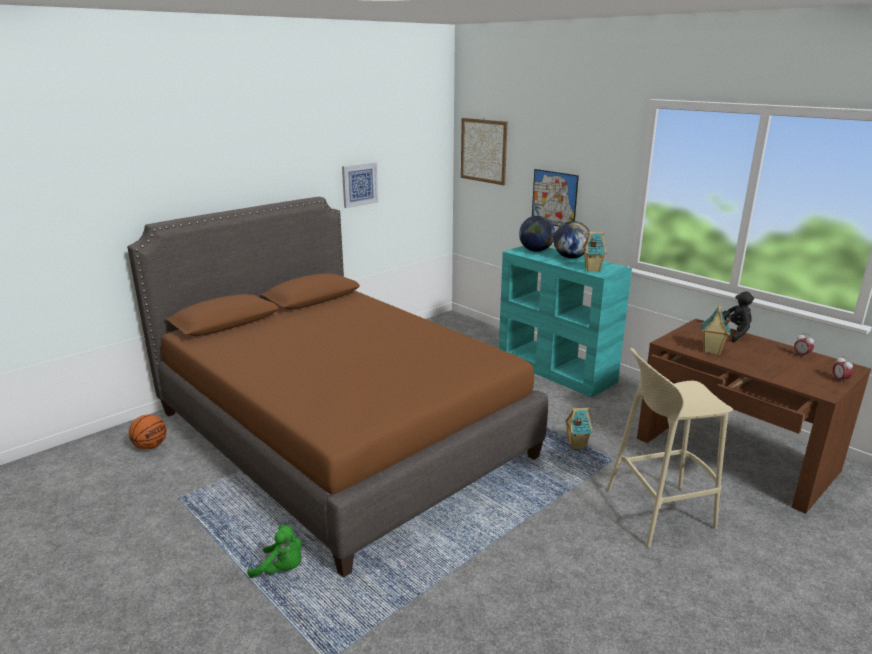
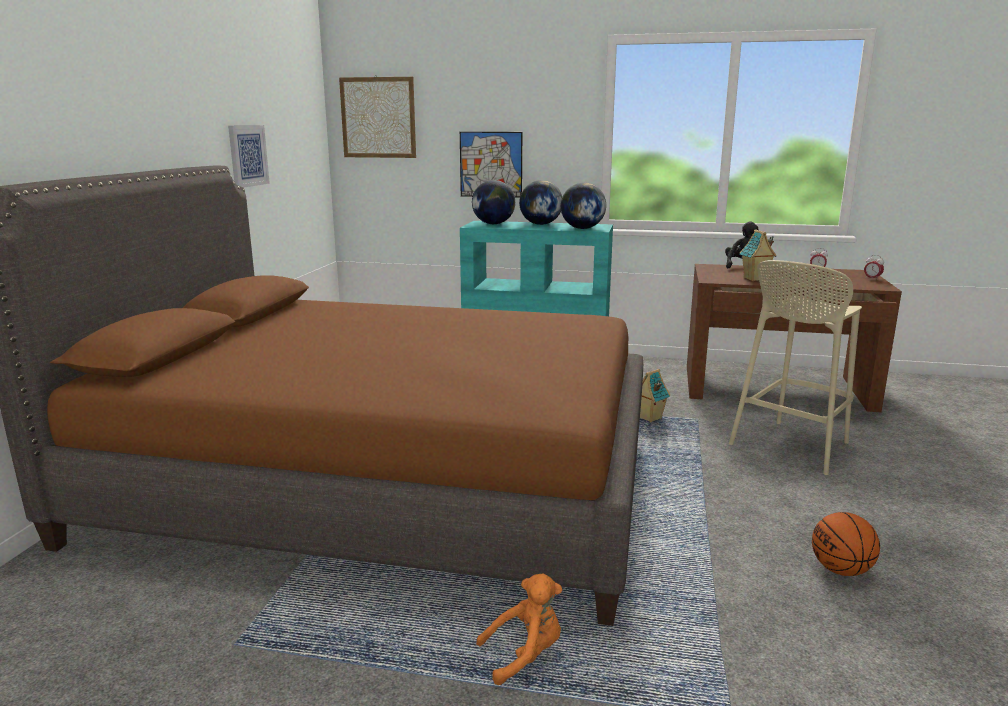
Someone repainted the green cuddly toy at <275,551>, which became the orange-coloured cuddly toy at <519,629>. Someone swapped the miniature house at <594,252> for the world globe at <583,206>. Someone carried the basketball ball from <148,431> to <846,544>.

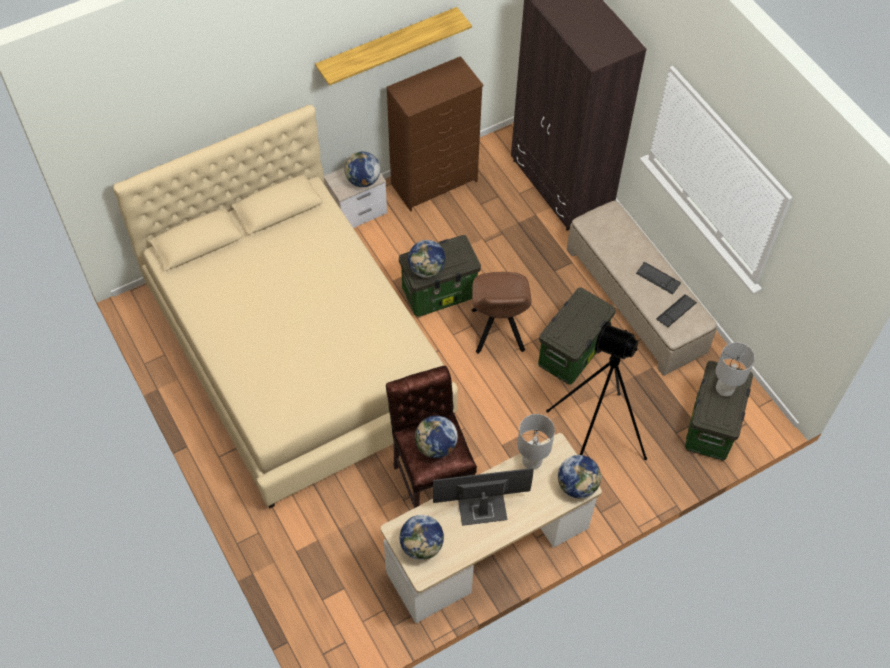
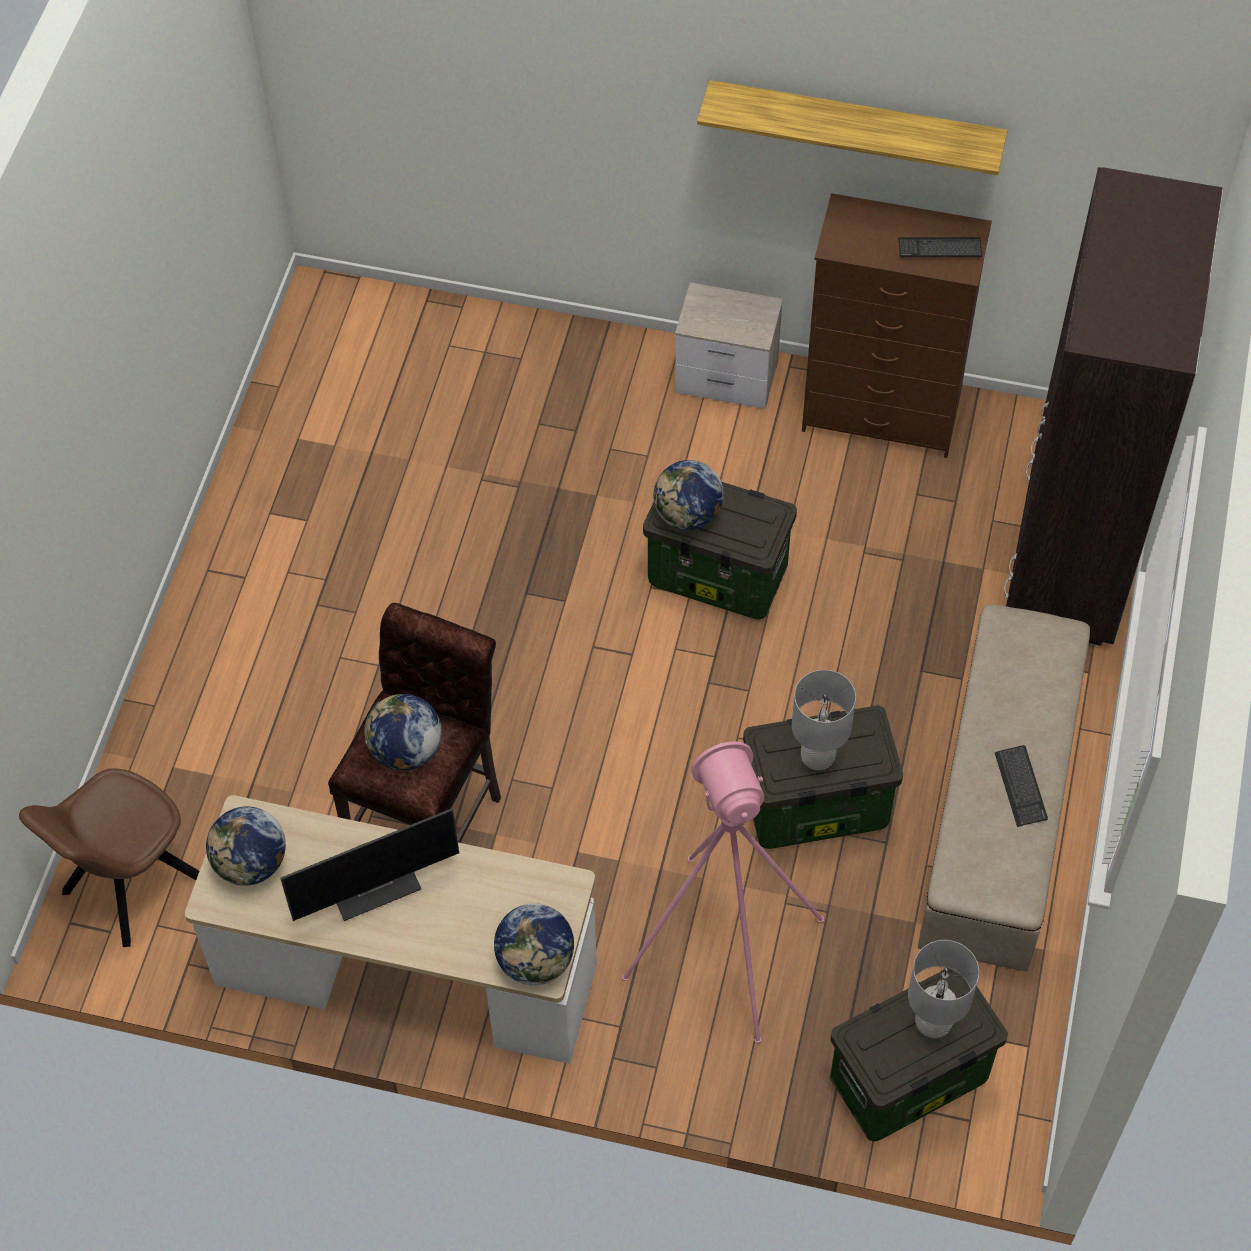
Someone carried the brown chair from <501,313> to <109,857>. Someone rotated the computer display at <483,497> by 120 degrees clockwise. Someone repainted the black-coloured floor lamp at <596,390>, which became the pink-coloured floor lamp at <723,892>. Someone carried the grey lamp for a table from <536,441> to <824,720>. Someone carried the keyboard from <676,311> to <940,247>. Someone took away the beige bed at <285,306>. Someone took away the world globe at <362,169>.

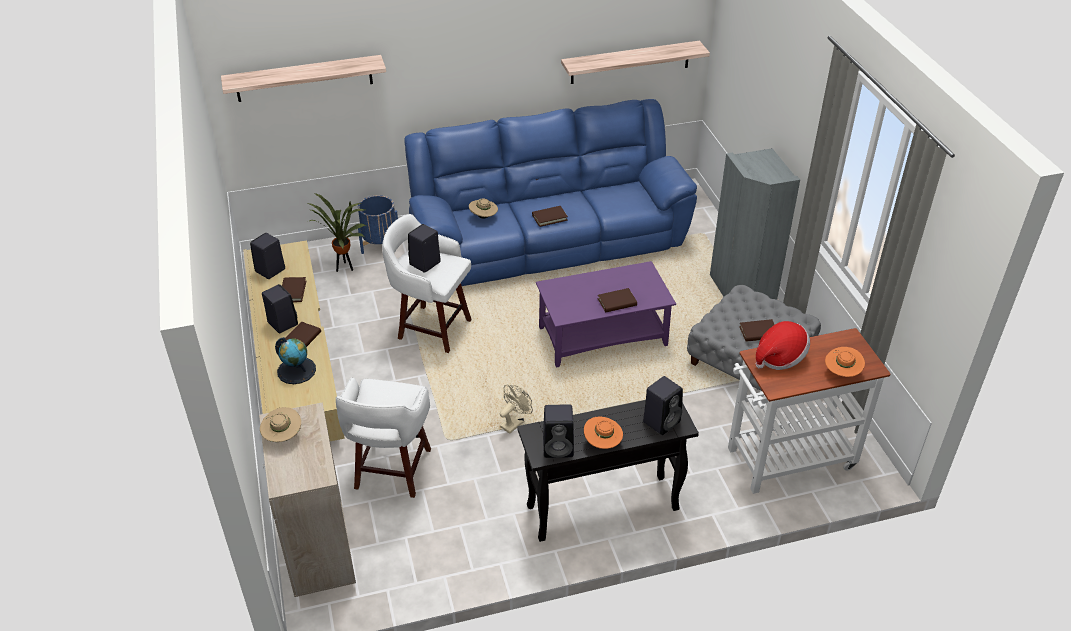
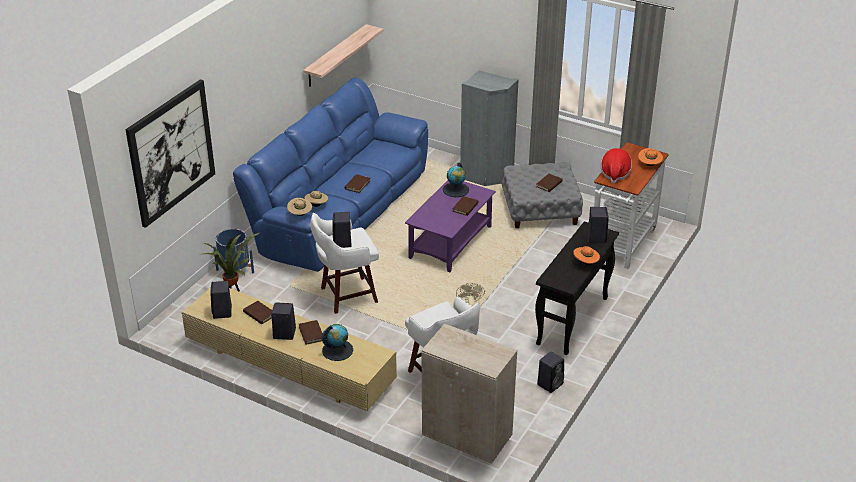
Someone swapped the bracket shelf at <303,78> for the wall picture at <170,153>. Someone carried the beige hat from <280,424> to <299,207>. Someone put down the world globe at <456,180>. Someone carried the black-coloured audio speaker from <558,431> to <550,372>.

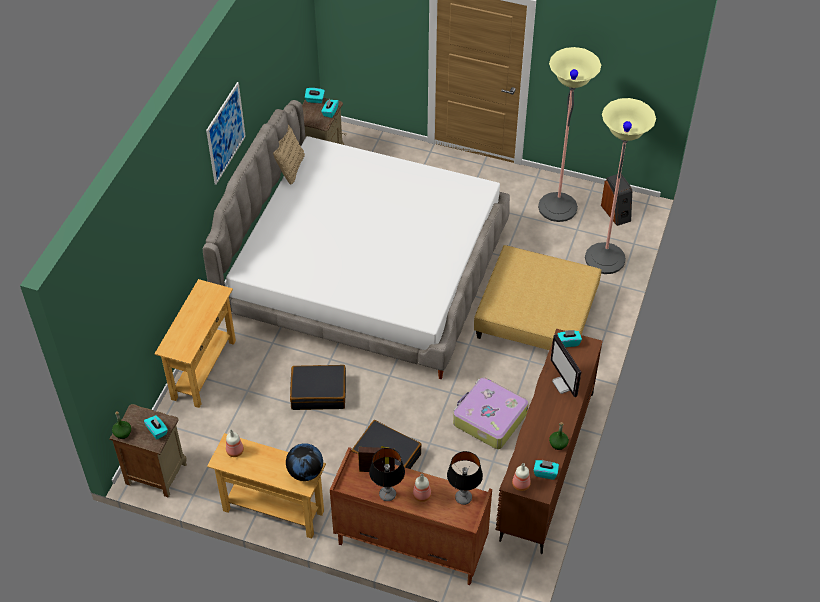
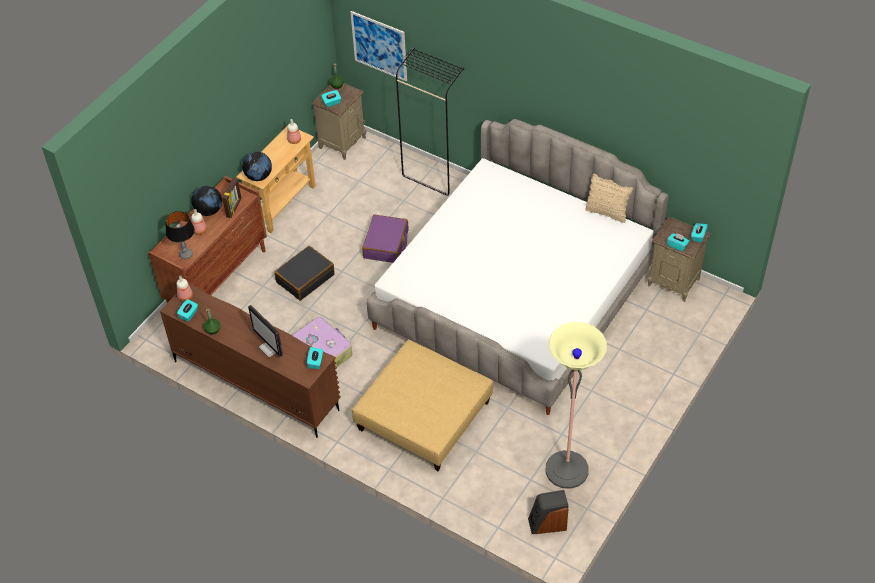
Someone swapped the lamp for a table at <387,474> for the world globe at <206,200>. Someone rotated the computer display at <565,365> by 120 degrees counterclockwise. Someone carried the wall picture from <226,133> to <379,46>. Someone repainted the black-coloured travel case at <318,387>, which became the purple travel case at <385,238>. Someone swapped the beige console table at <195,343> for the black-coloured clothes rack at <430,121>. Someone took away the floor lamp at <620,186>.

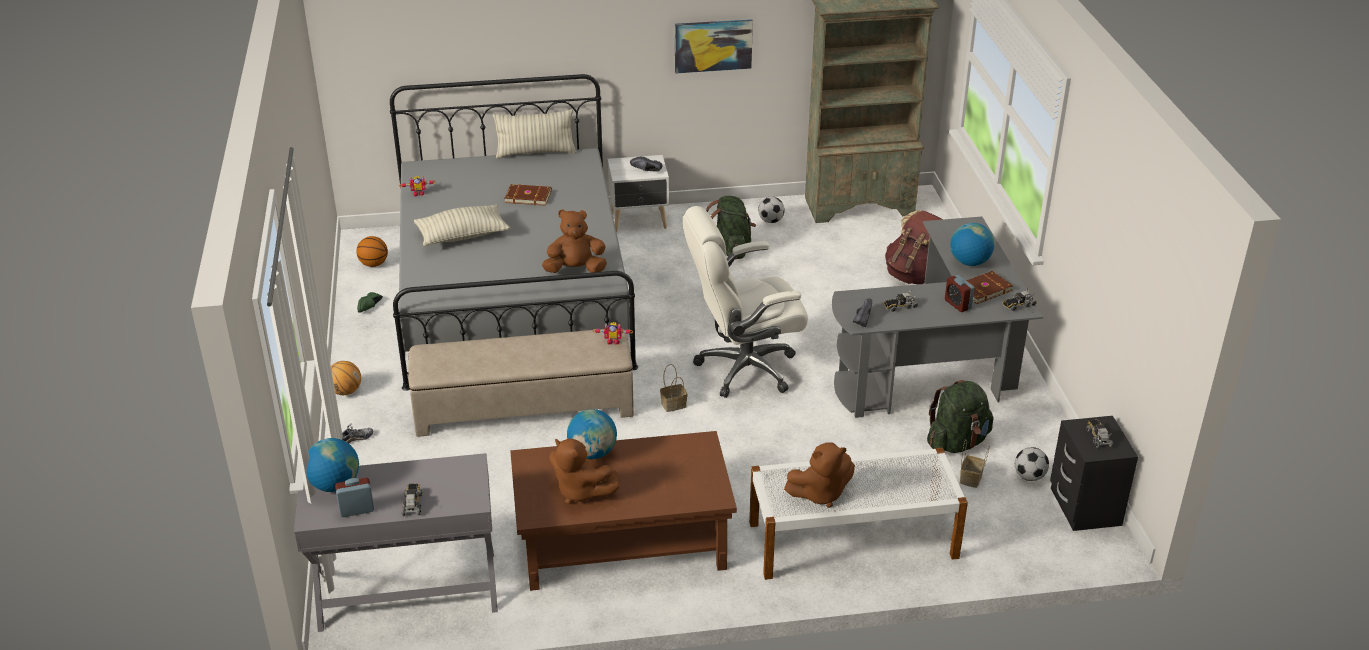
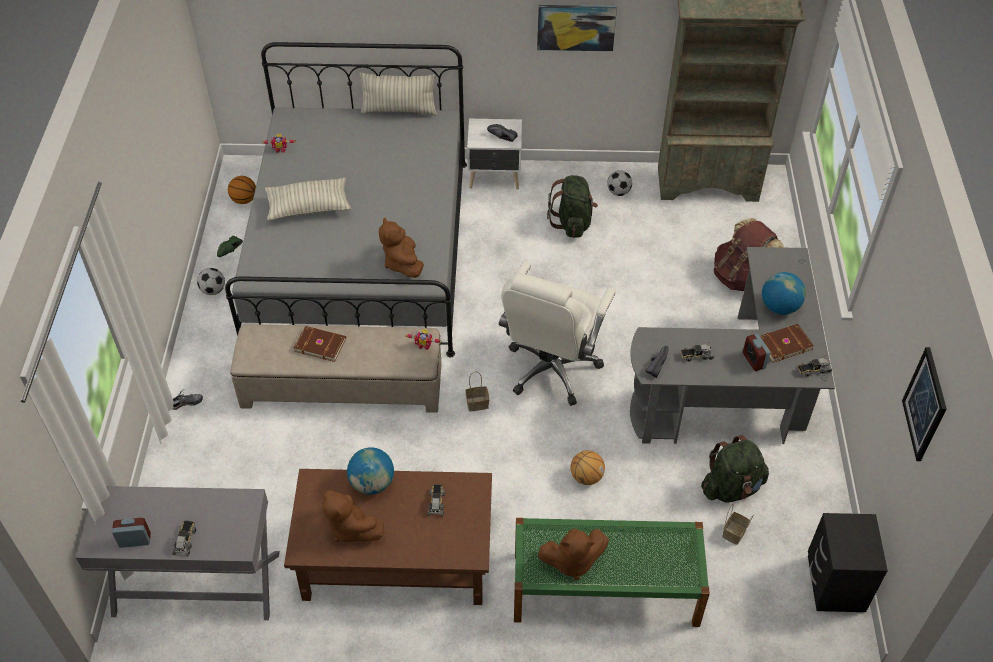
Someone carried the football ball from <1032,464> to <211,281>. Someone carried the brown book from <528,195> to <320,344>. Someone rotated the brown cuddly toy at <574,241> by 105 degrees counterclockwise. Someone carried the toy lorry from <1100,433> to <436,500>. Someone rotated the white-coloured desk chair at <745,302> by 60 degrees counterclockwise. Someone repainted the white-coloured indoor bench at <858,514>, which became the green indoor bench at <612,572>. Someone carried the basketball ball from <346,378> to <587,467>. Someone put up the wall picture at <924,404>. Someone took away the world globe at <333,465>.

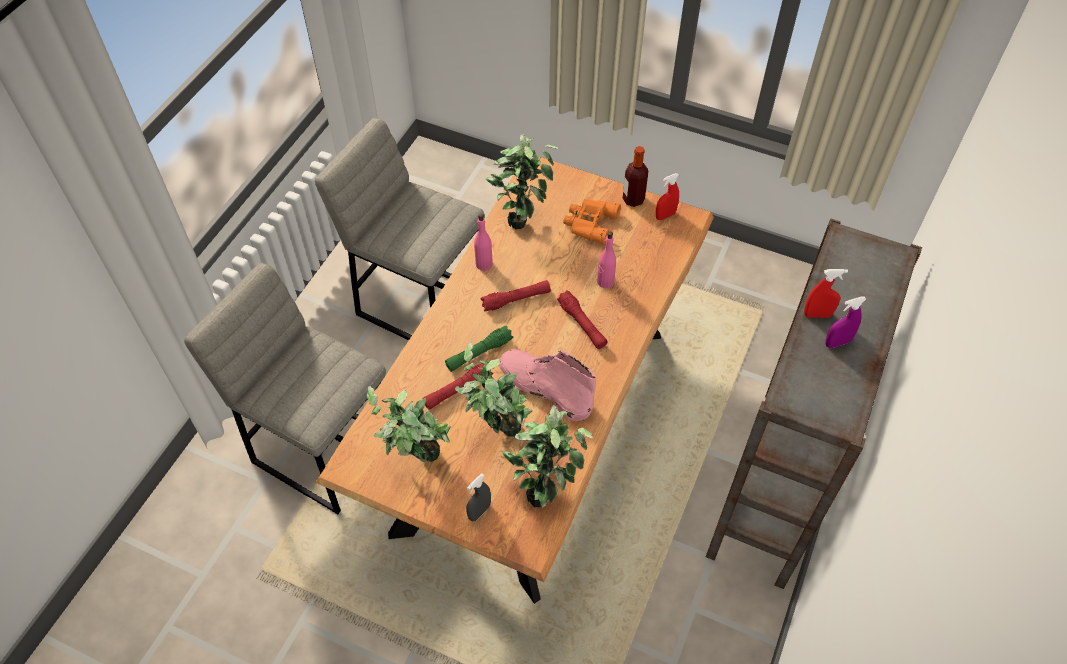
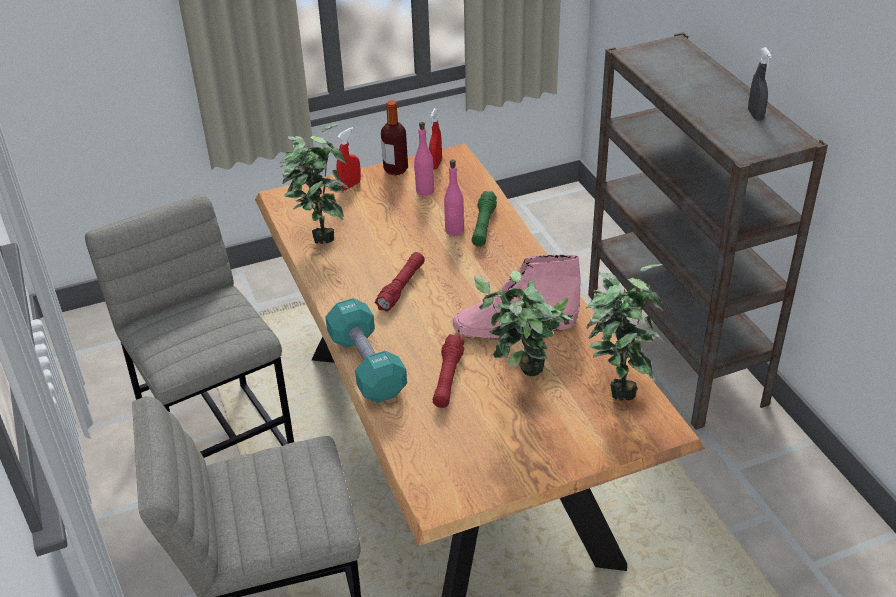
Someone rotated the grey chair at <400,229> by 75 degrees clockwise. Someone put down the blue-green hand weight at <366,350>. Someone carried the red sprayer from <826,293> to <348,159>. Someone carried the pink-coloured bottle from <483,242> to <424,159>. Someone carried the green hand torch from <479,348> to <484,219>. Someone carried the grey sprayer from <478,497> to <760,84>. Someone took away the potted plant at <409,424>. Someone took away the red hand torch at <582,319>. Someone took away the orange-coloured pair of binoculars at <592,222>. Someone took away the purple sprayer at <845,322>.

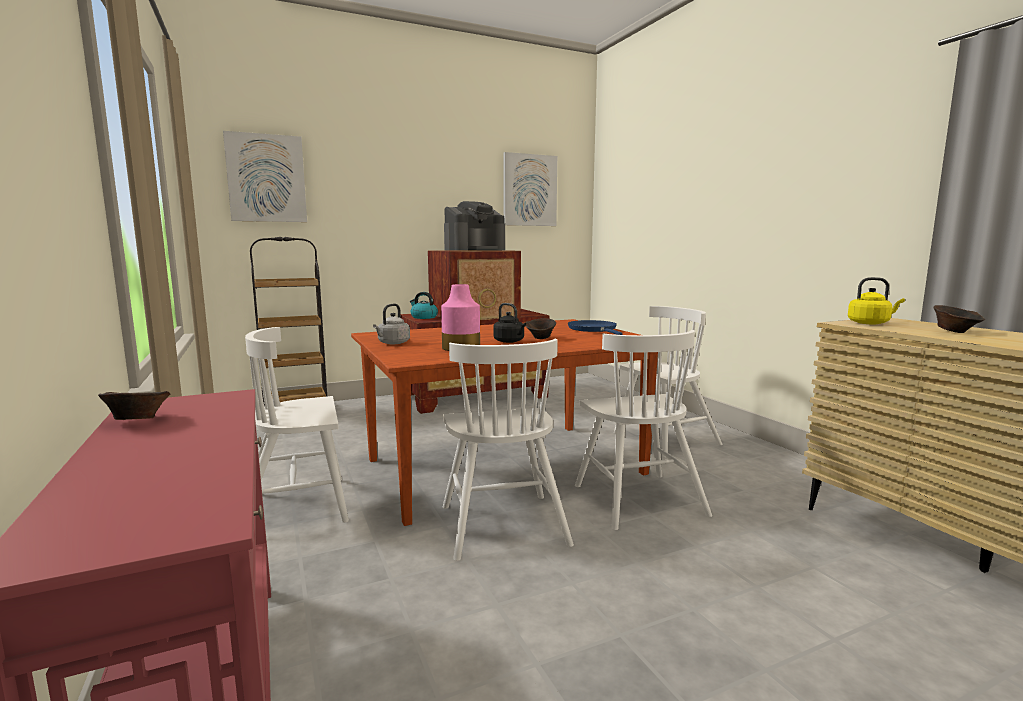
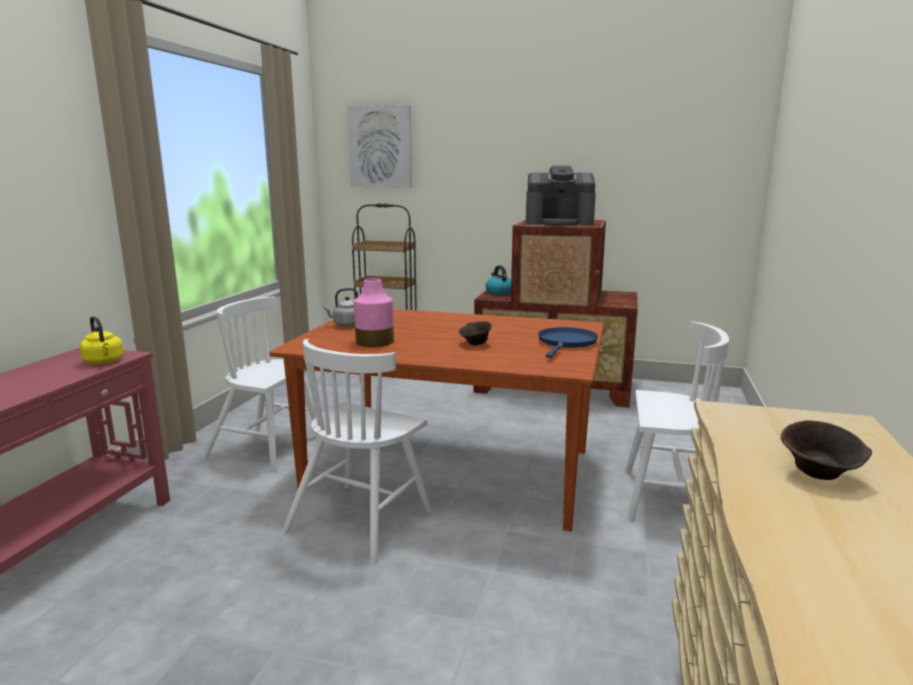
Someone carried the yellowish tea kettle from <876,300> to <102,340>. Someone took away the brown deep dish at <134,405>. Someone took away the black-coloured tea kettle at <509,323>. Someone took away the wall picture at <530,189>. Someone took away the white-coloured chair at <643,430>.

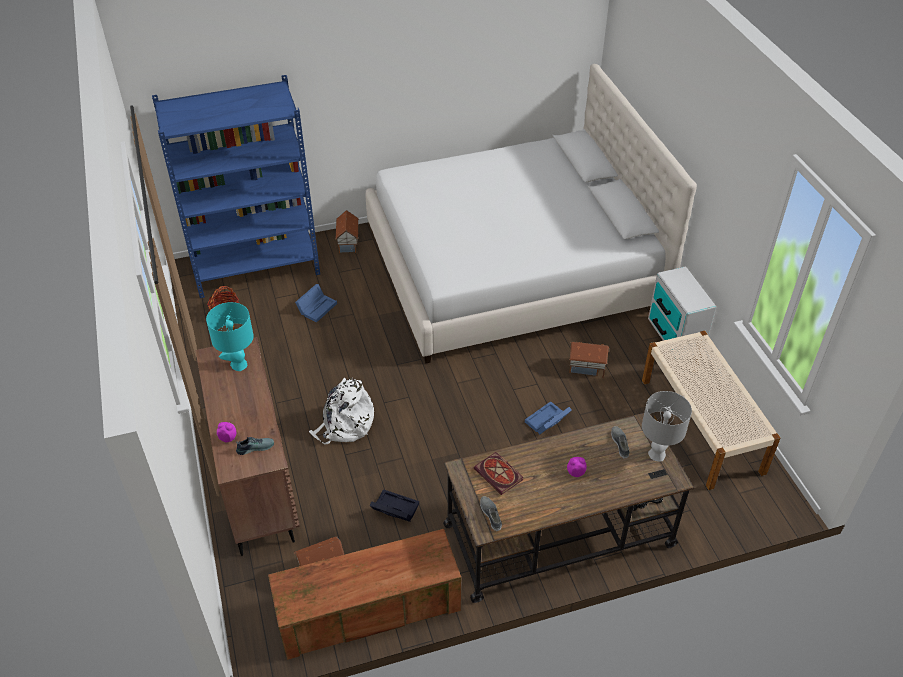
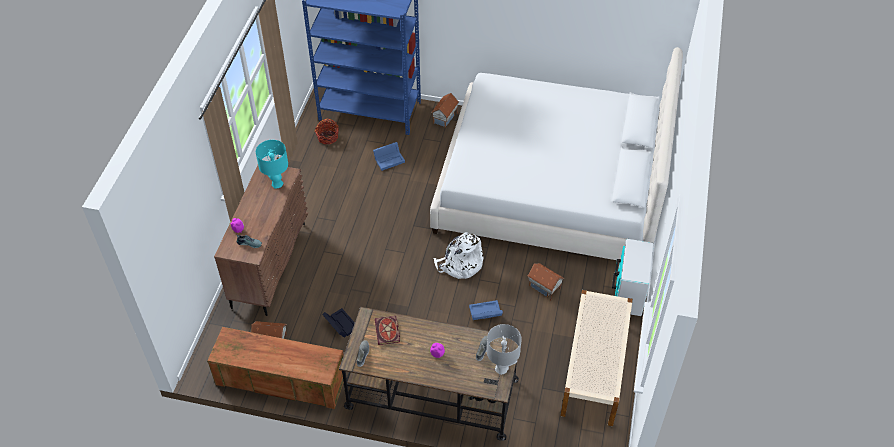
Someone carried the white-coloured backpack from <341,411> to <458,255>.

